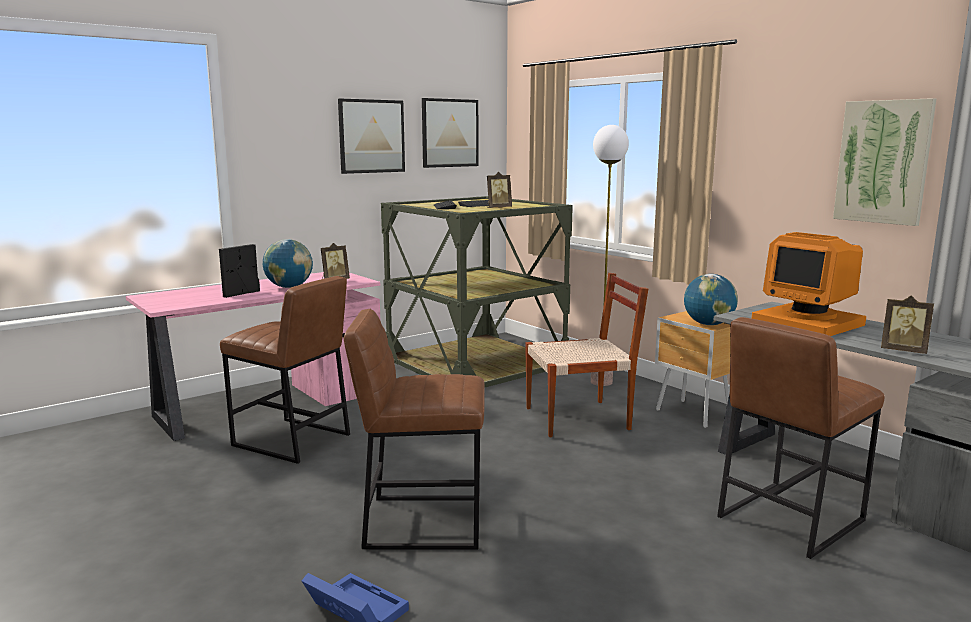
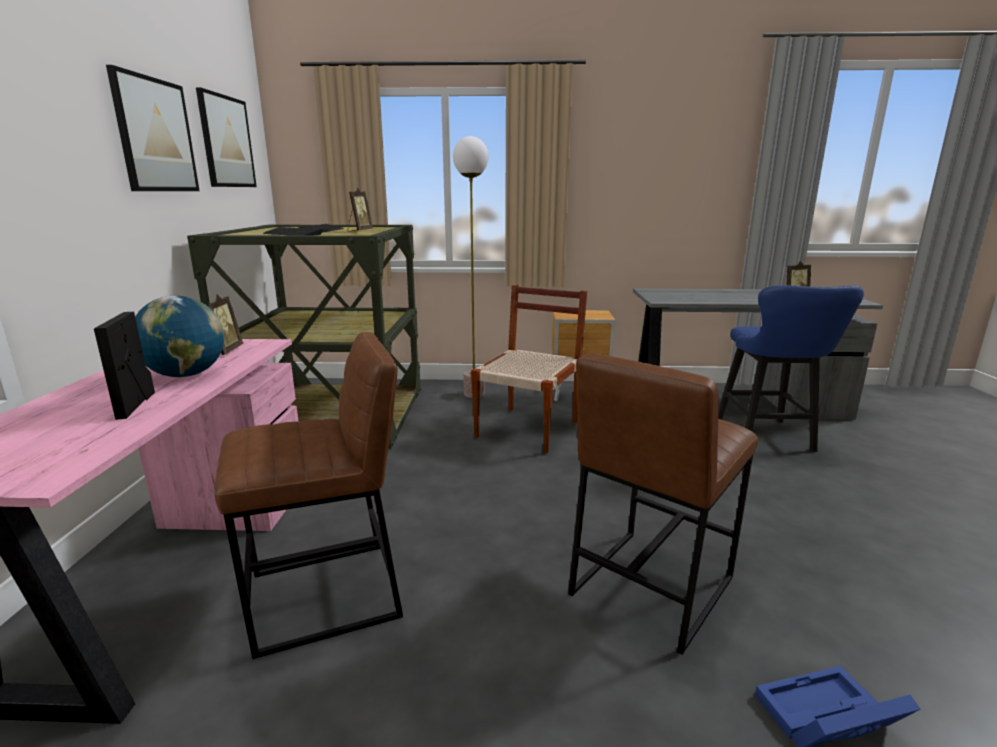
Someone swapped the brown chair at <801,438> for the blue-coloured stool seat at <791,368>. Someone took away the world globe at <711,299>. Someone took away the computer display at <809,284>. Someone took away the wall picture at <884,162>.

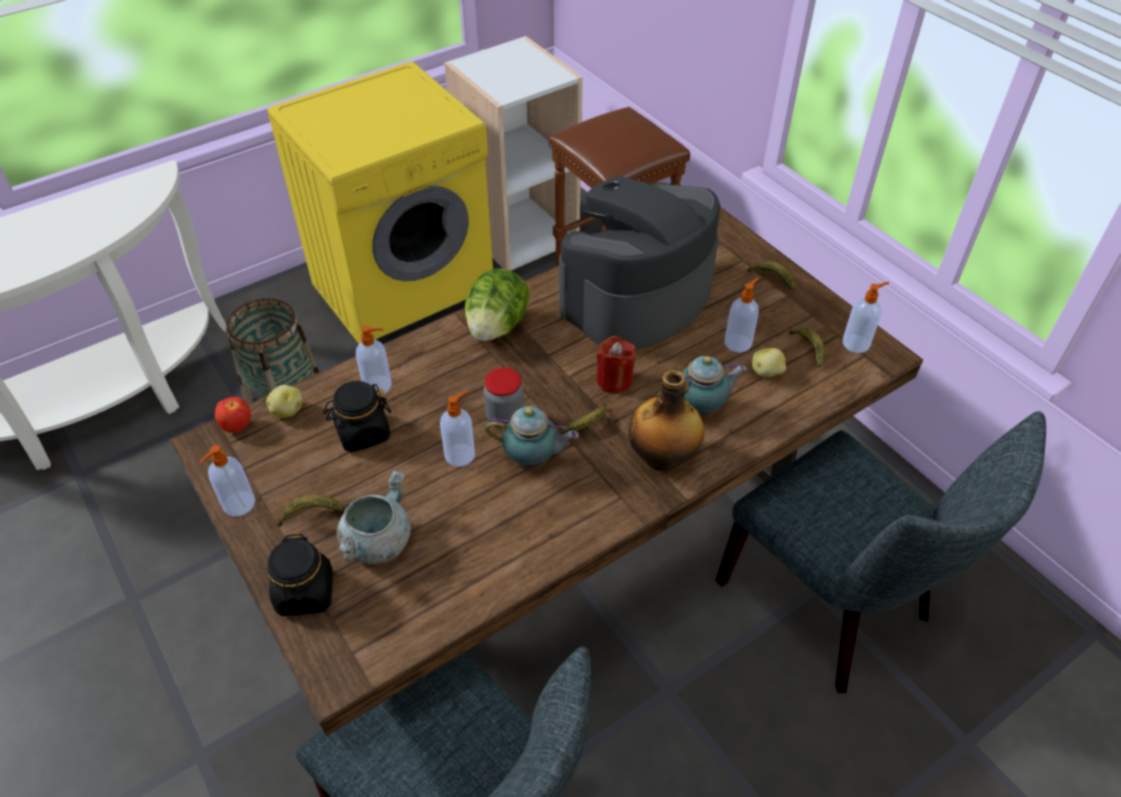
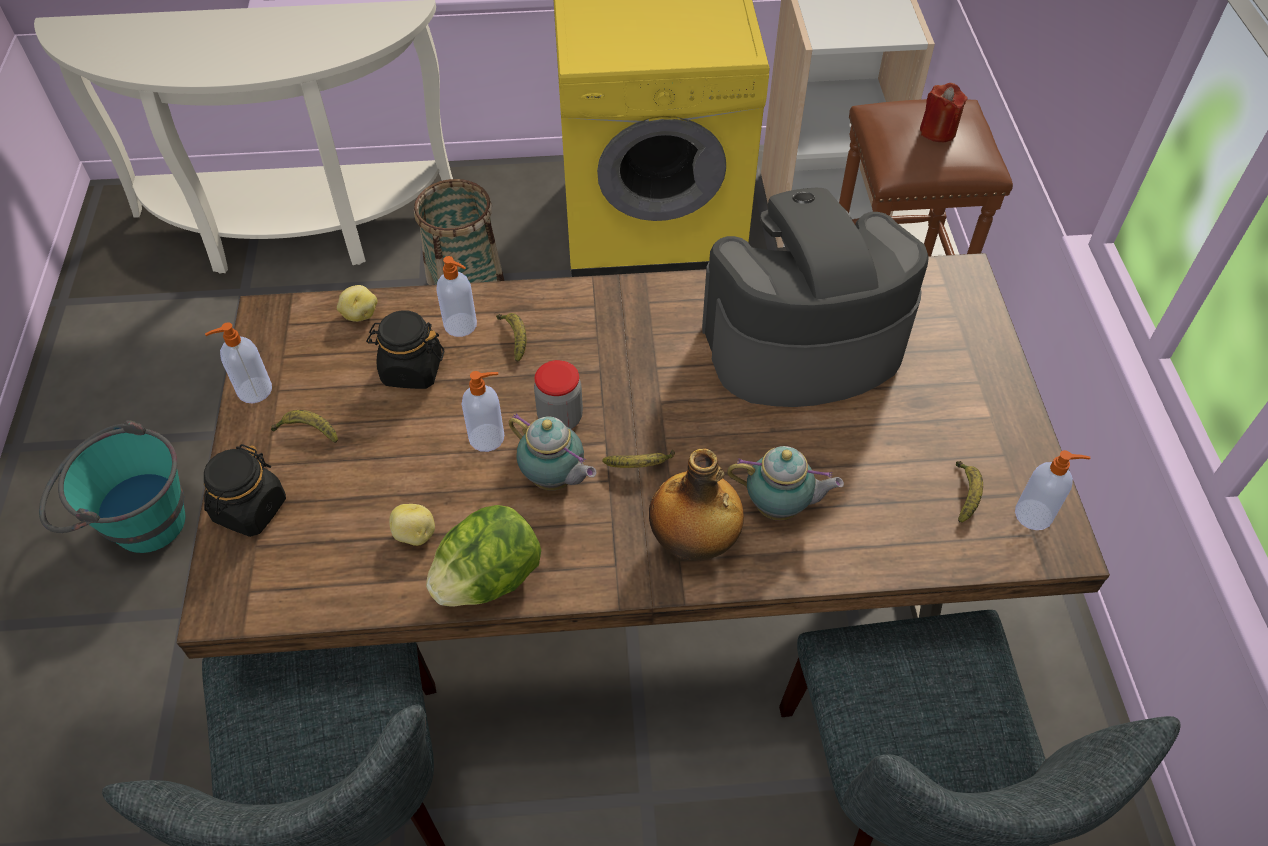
Someone put down the blue-green pail at <112,486>. Someone carried the spud from <769,362> to <412,525>. Someone carried the head of lettuce from <497,304> to <483,556>. Someone carried the banana fruit from <771,275> to <511,337>. Someone carried the red wax candle from <616,364> to <944,112>. Someone took away the apple at <233,414>. Someone took away the grey cooking pot at <374,517>. Someone took away the soap bottle at <742,315>.

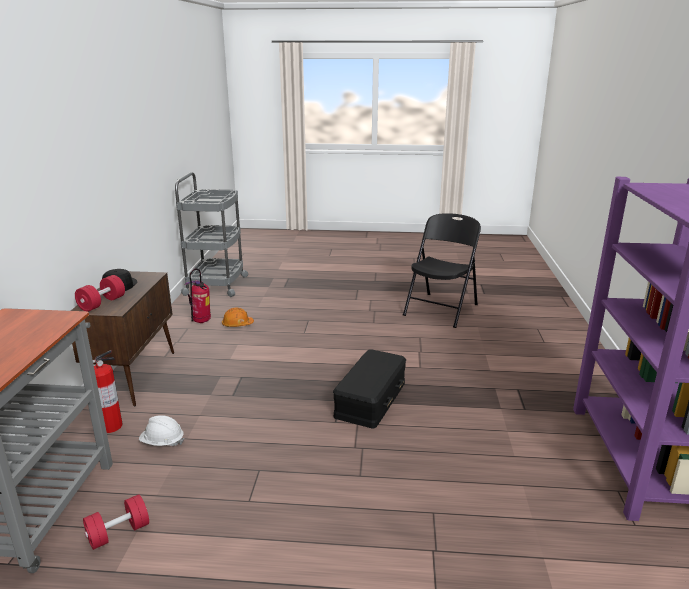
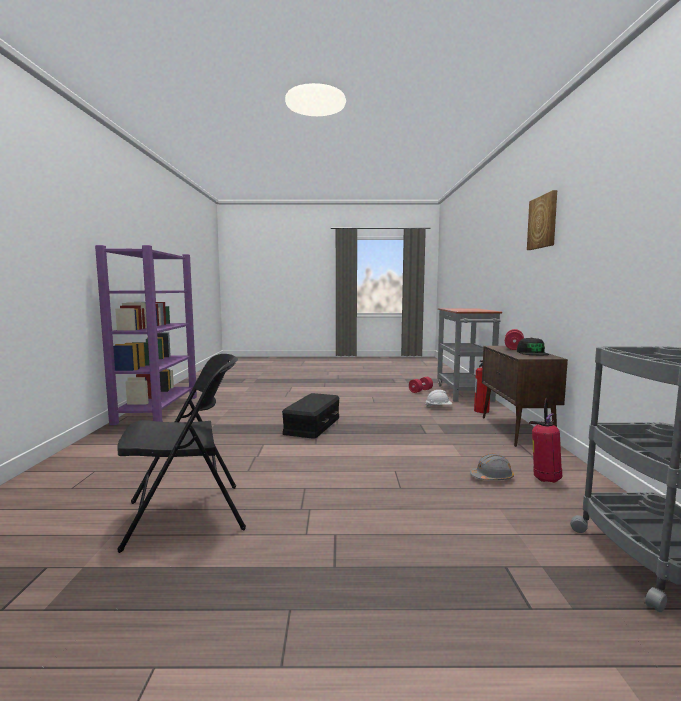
Someone rotated the black-coloured chair at <442,270> by 135 degrees counterclockwise. Someone repainted the orange-coloured work helmet at <238,317>, which became the grey work helmet at <492,466>. Someone put up the wall picture at <542,220>.

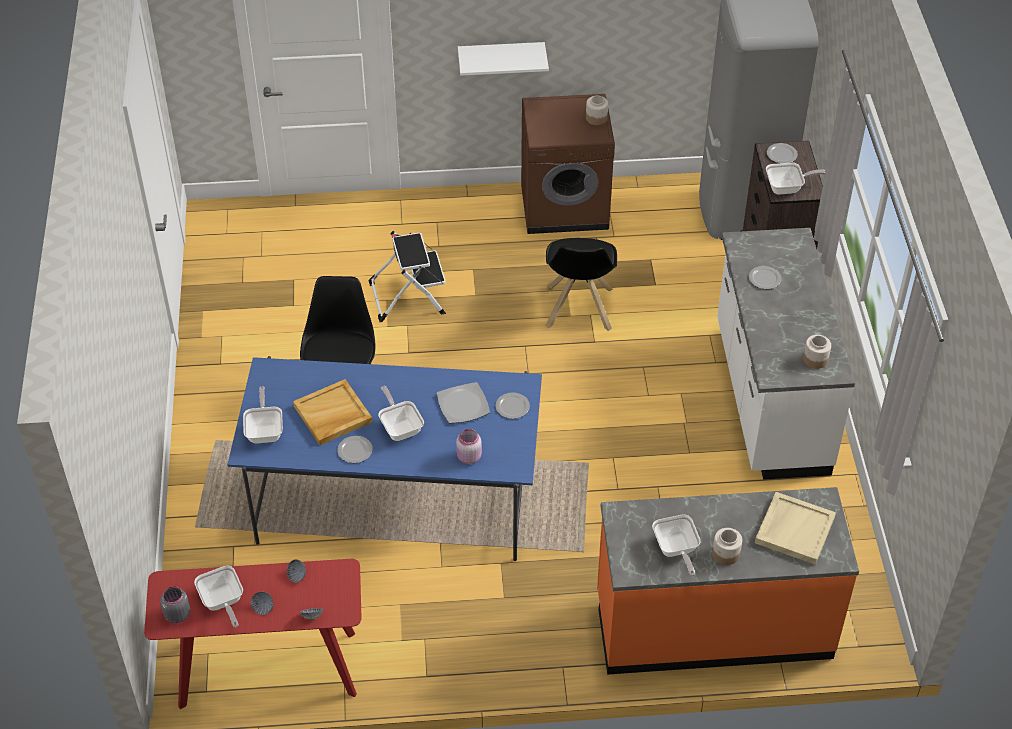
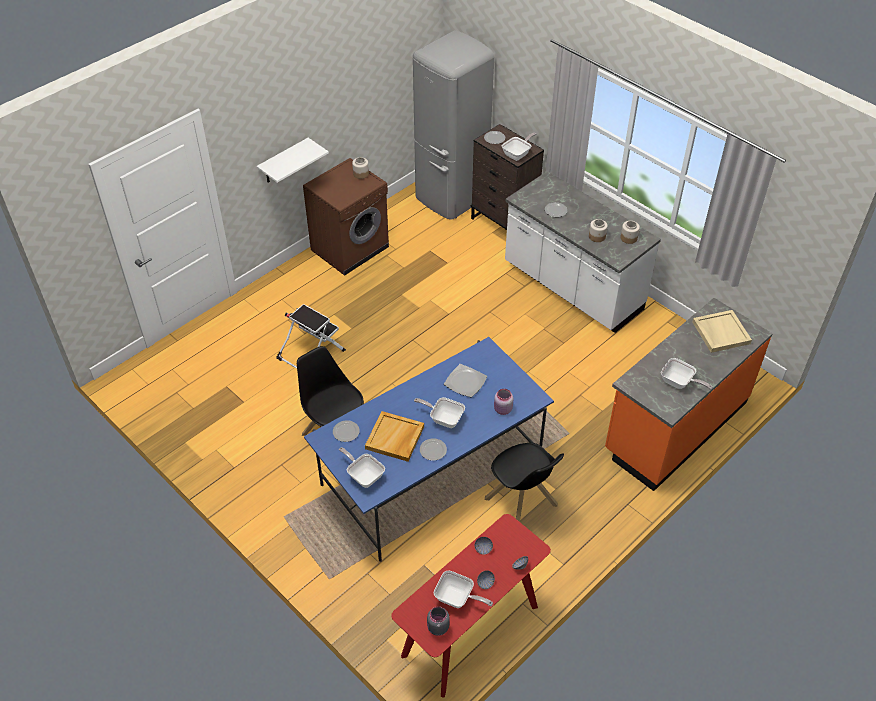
Someone carried the plate from <512,405> to <346,431>. Someone carried the black-coloured chair from <581,284> to <524,482>. Someone carried the storage jar from <727,546> to <598,230>.

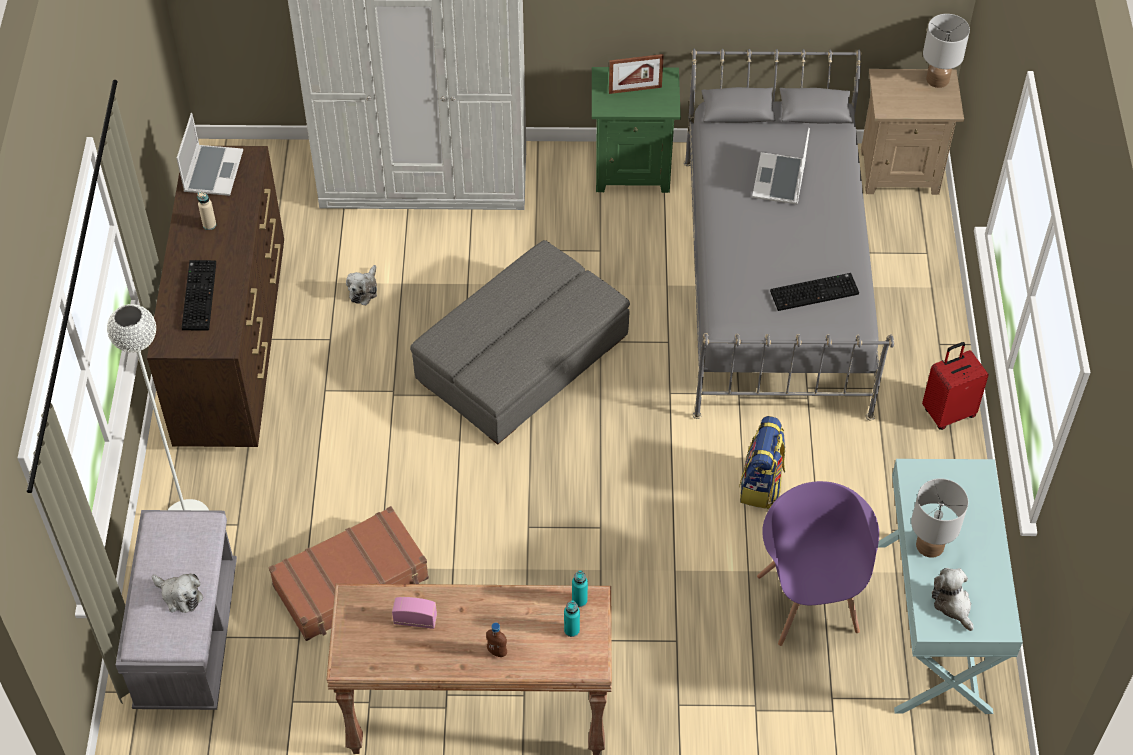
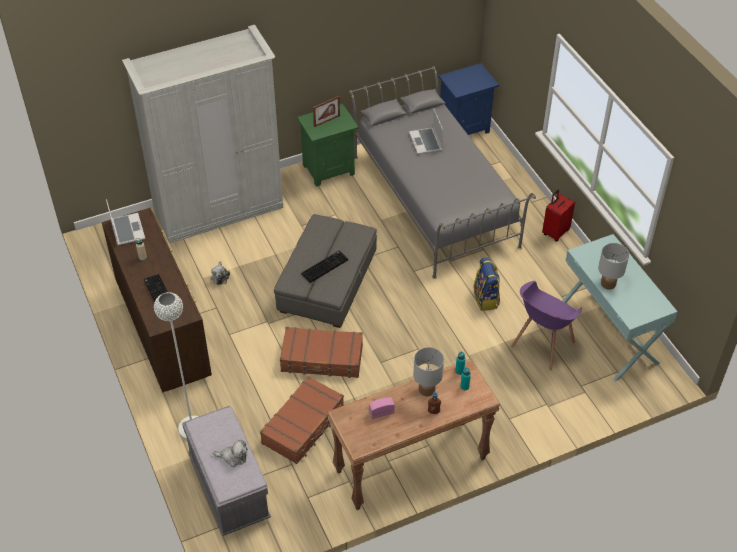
Someone put down the brown travel case at <321,352>. Someone carried the keyboard from <814,292> to <324,266>. Someone carried the grey lamp for a table from <946,51> to <428,371>. Someone repainted the beige nightstand at <912,132>, which became the blue-coloured nightstand at <469,99>. Someone rotated the purple chair at <818,563> by 105 degrees counterclockwise. Someone took away the cuddly toy at <953,599>.

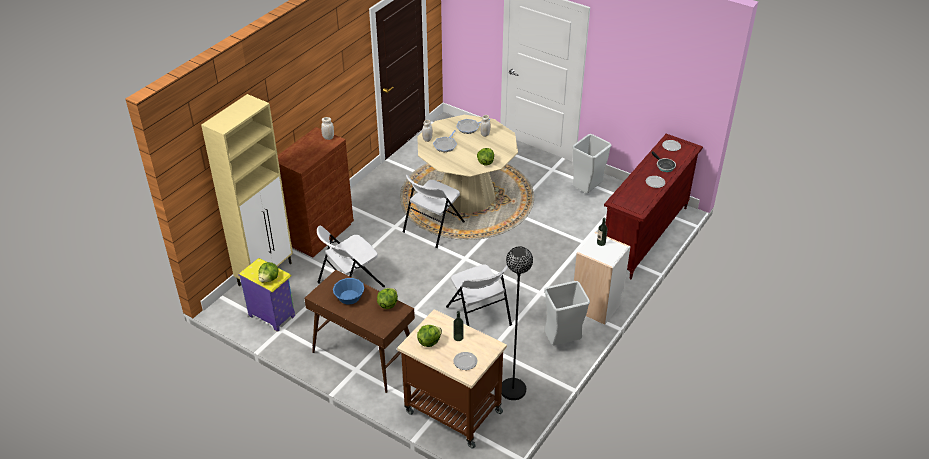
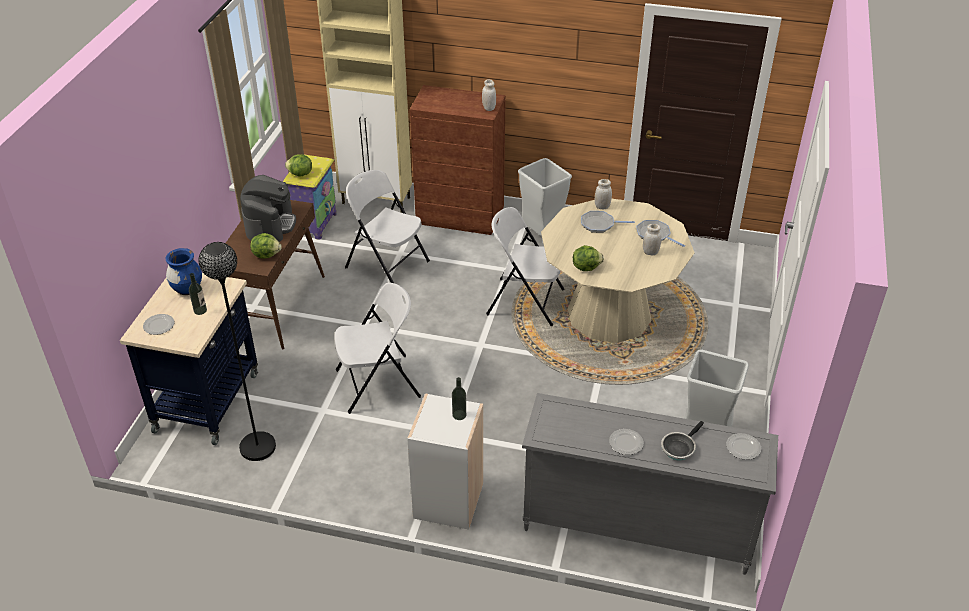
Someone repainted the brown wheeled cart at <452,379>, which became the blue-coloured wheeled cart at <189,359>. Someone swapped the head of lettuce at <429,336> for the blue-coloured vase at <183,271>. Someone swapped the blue-coloured deep dish at <349,291> for the coffee maker at <268,208>. Someone rotated the white-coloured chair at <479,295> by 150 degrees counterclockwise. Someone carried the grey waste bin from <567,313> to <545,197>. Someone repainted the red drawer chest at <653,207>, which became the grey drawer chest at <650,484>.

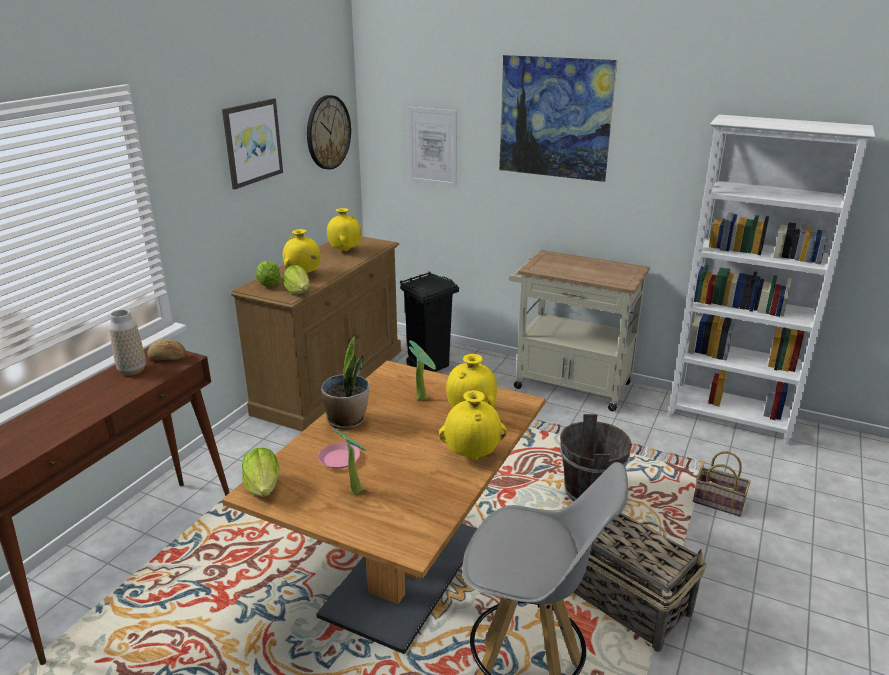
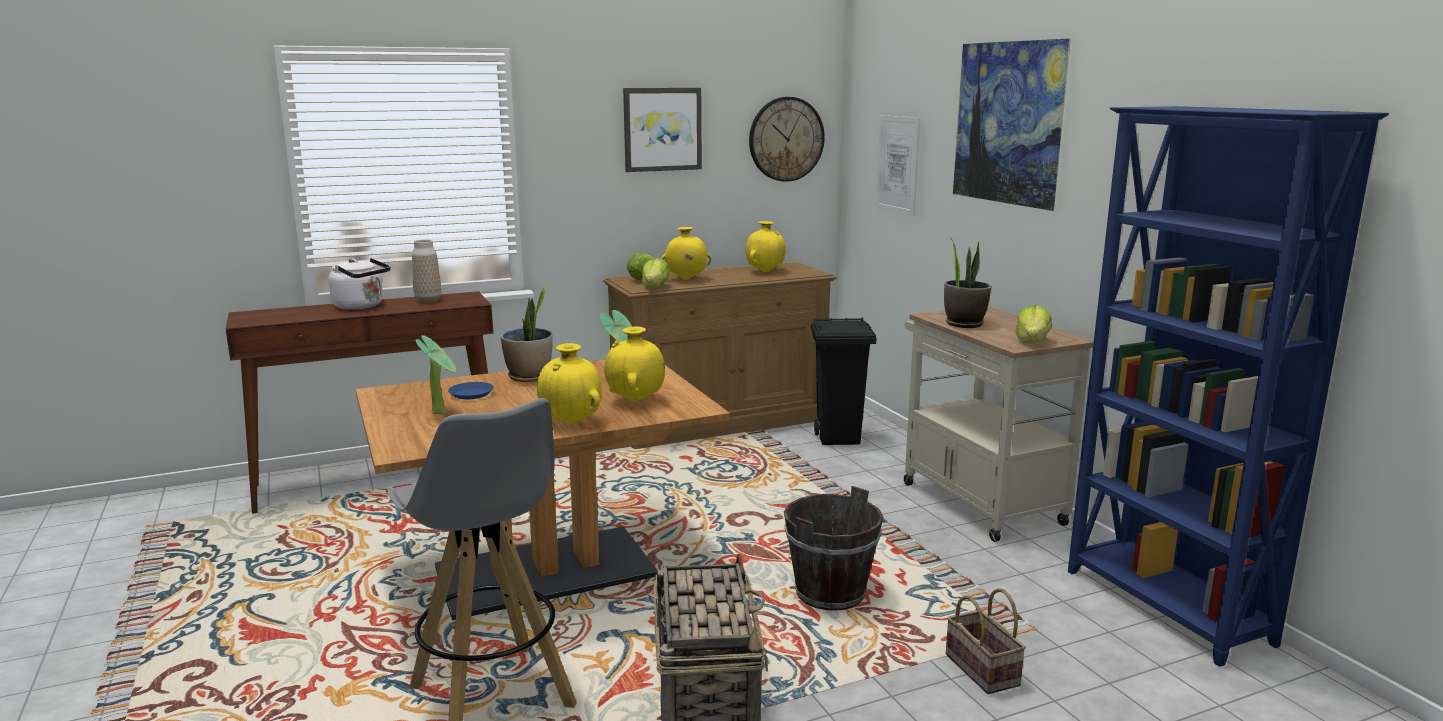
Someone put down the white-coloured tea kettle at <359,284>. Someone repainted the pink-coloured plate at <339,456>, which became the blue-coloured plate at <471,390>. Someone put down the potted plant at <968,283>. Someone carried the head of lettuce from <260,472> to <1034,324>. Someone repainted the white-coloured bookcase at <771,280>, which became the blue-coloured bookcase at <1228,386>. Someone took away the baked bread at <166,349>.

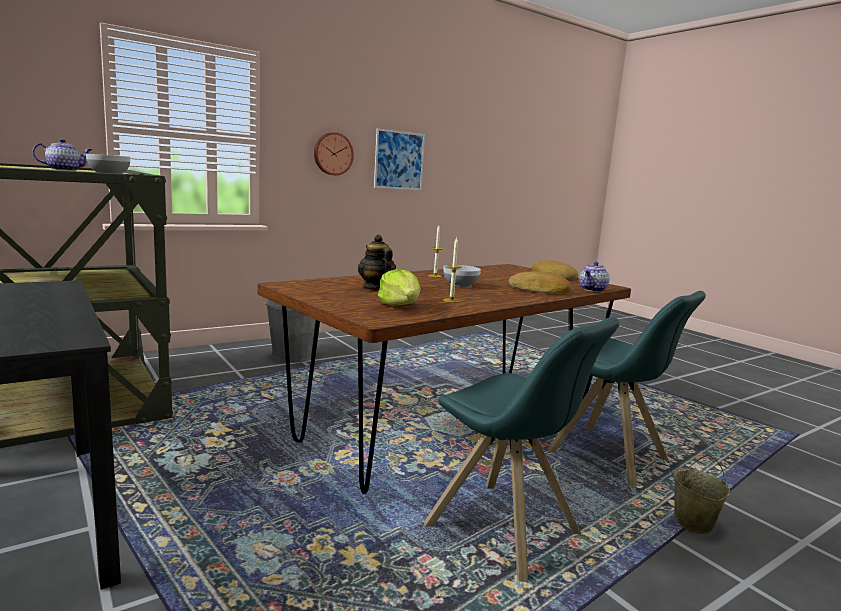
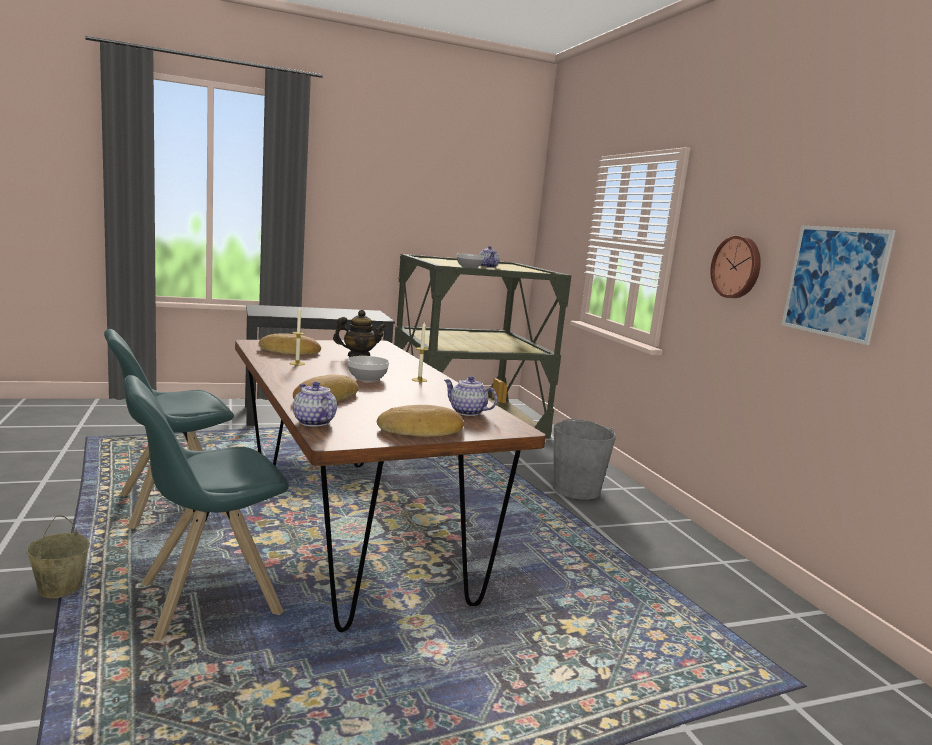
Someone swapped the head of lettuce at <399,287> for the baked bread at <290,344>. Someone put down the tea pot at <470,396>.

